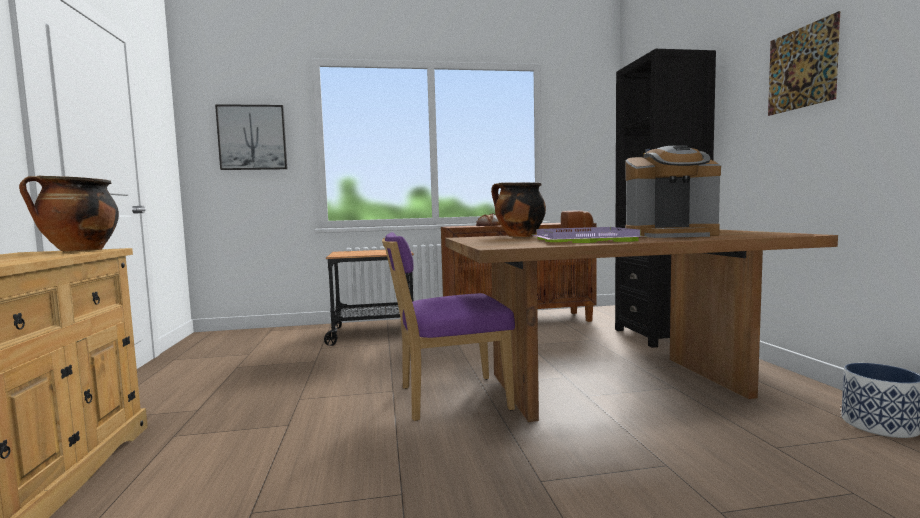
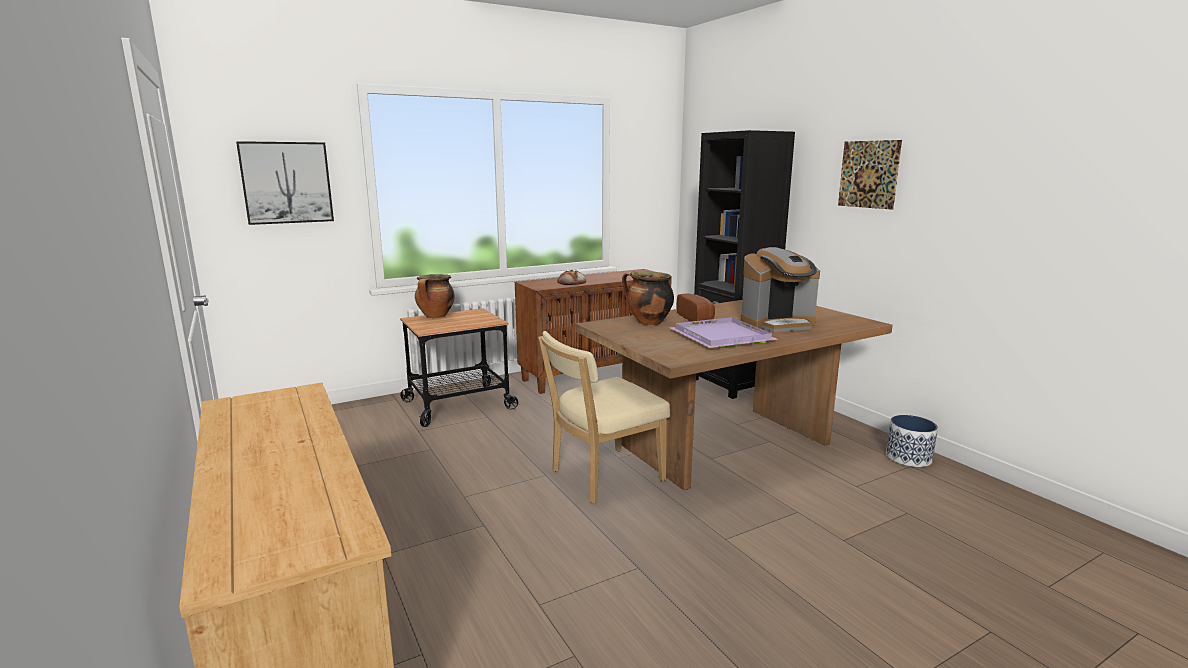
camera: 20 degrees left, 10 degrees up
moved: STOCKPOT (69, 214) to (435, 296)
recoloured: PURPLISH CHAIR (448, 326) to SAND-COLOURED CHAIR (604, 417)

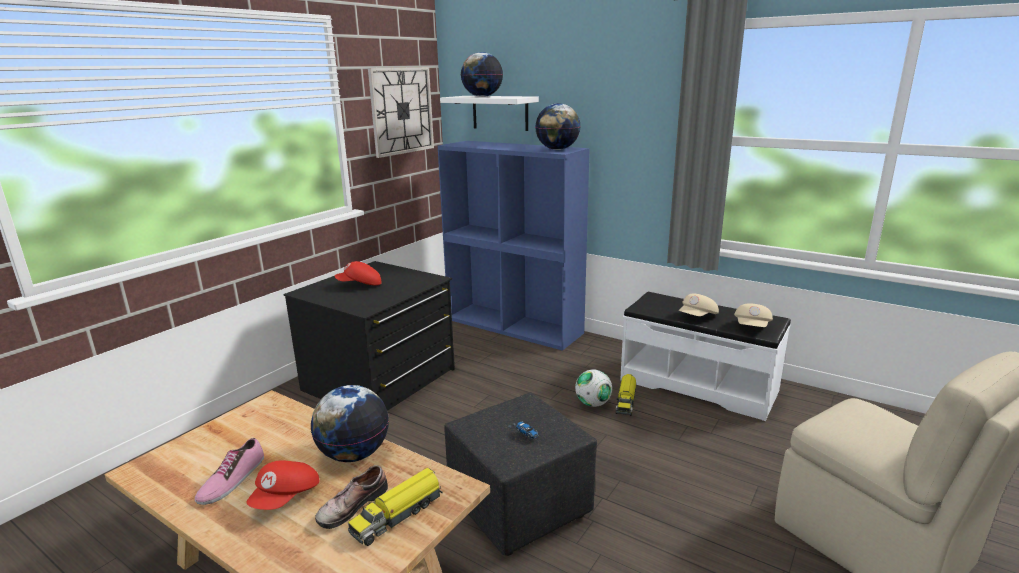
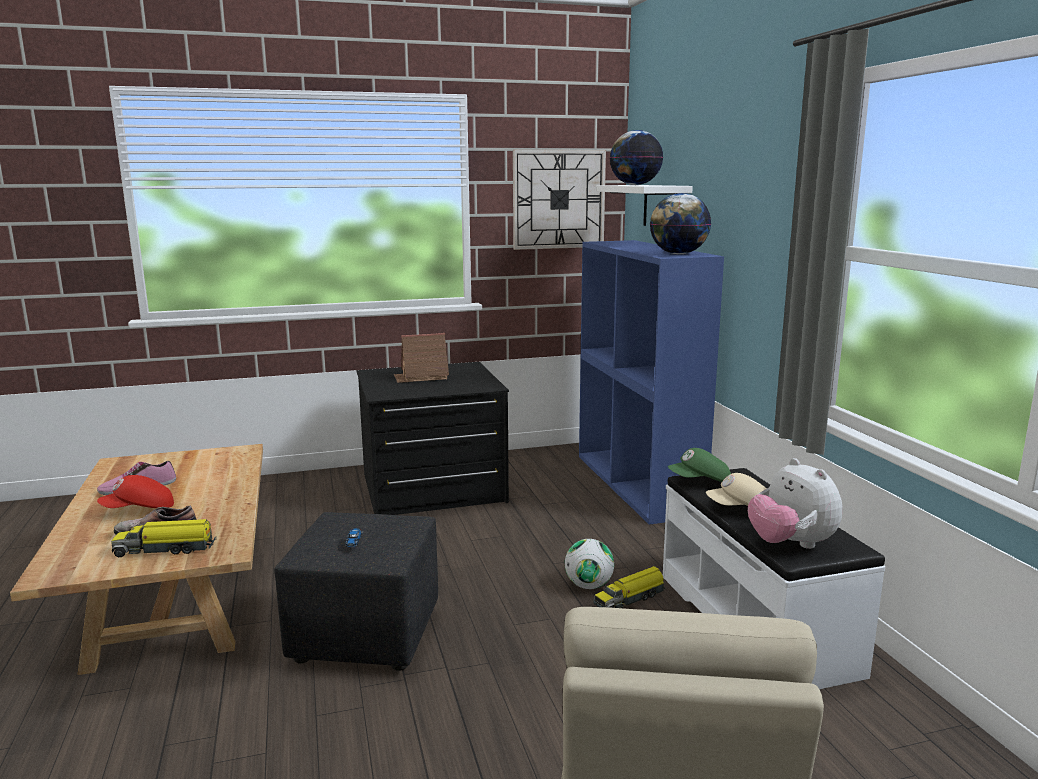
camera: 40 degrees right, 5 degrees down
removed: GLOBE (350, 423)
added: GREEN-COLOURED BASEBALL CAP (699, 465)
replaced: RED-COLOURED BASEBALL CAP (358, 273) to TOY HOUSE (421, 358); SAND-COLOURED BASEBALL CAP (753, 315) to PLUSH TOY (795, 503)

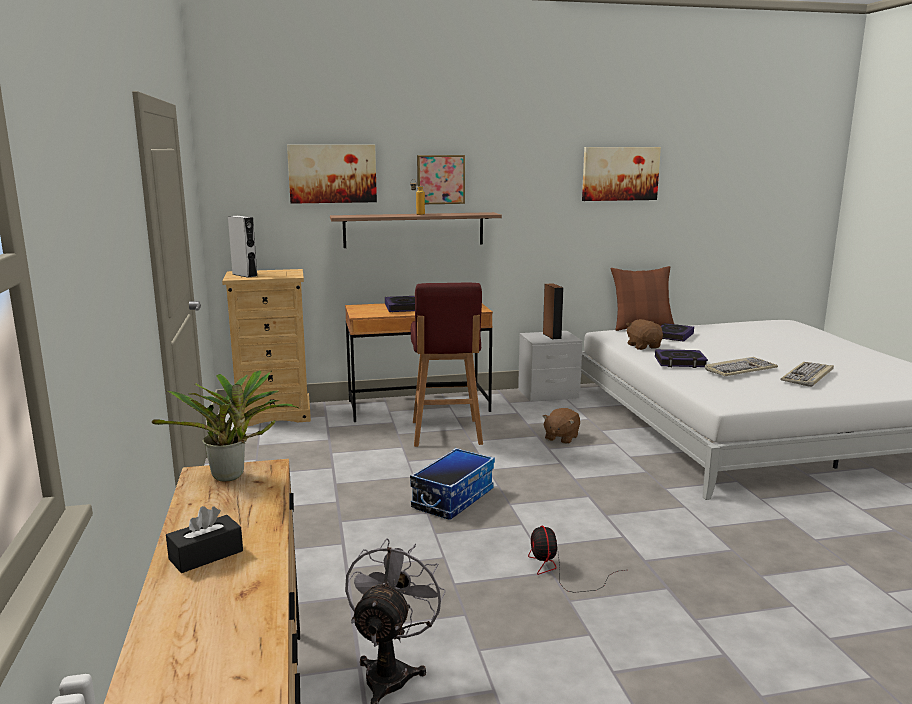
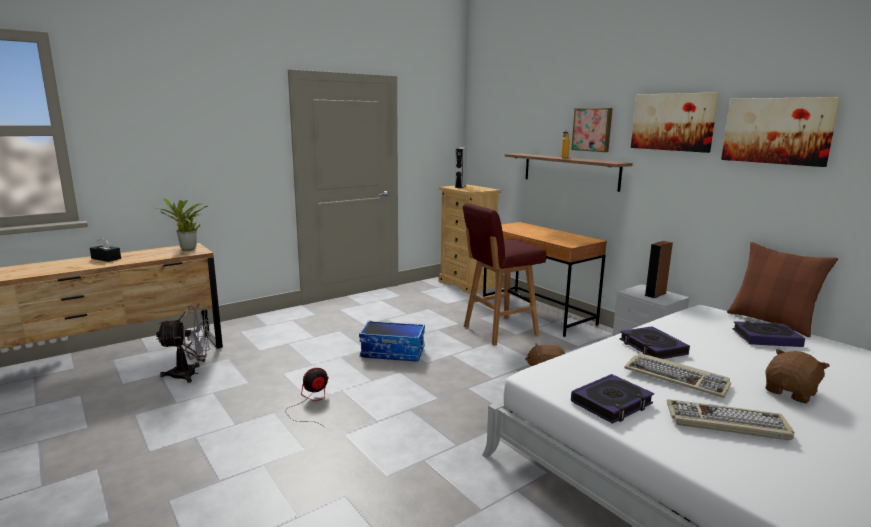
camera: 65 degrees right, 0 degrees up
moved: PICTURE (332, 174) to (675, 122); VOLUME (400, 304) to (612, 399); BROWN PLUSH TOY (644, 334) to (797, 376)

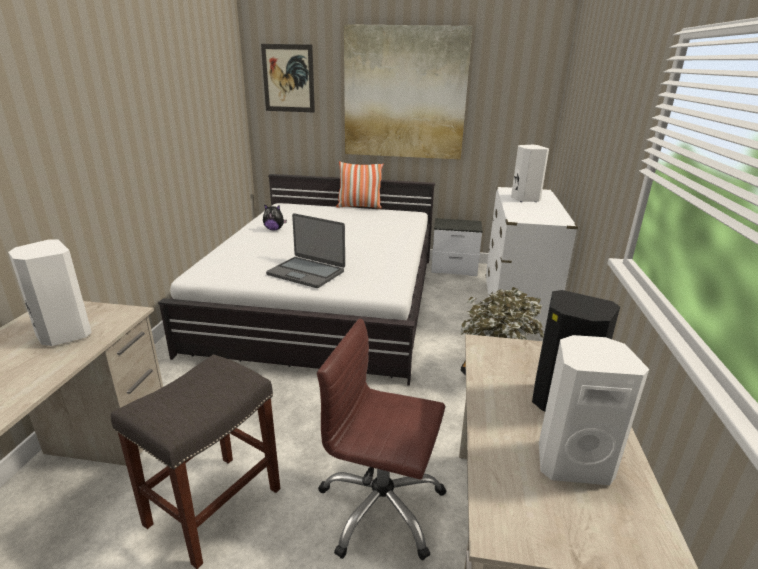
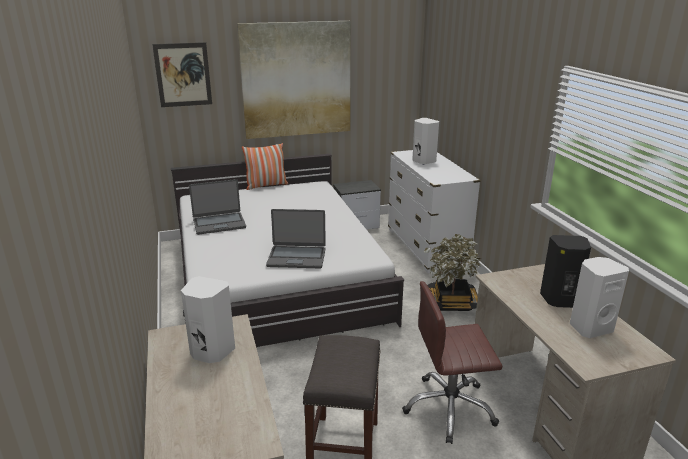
camera: 25 degrees left, 0 degrees up
replaced: PLUSH TOY (275, 217) to PORTABLE COMPUTER (217, 207)

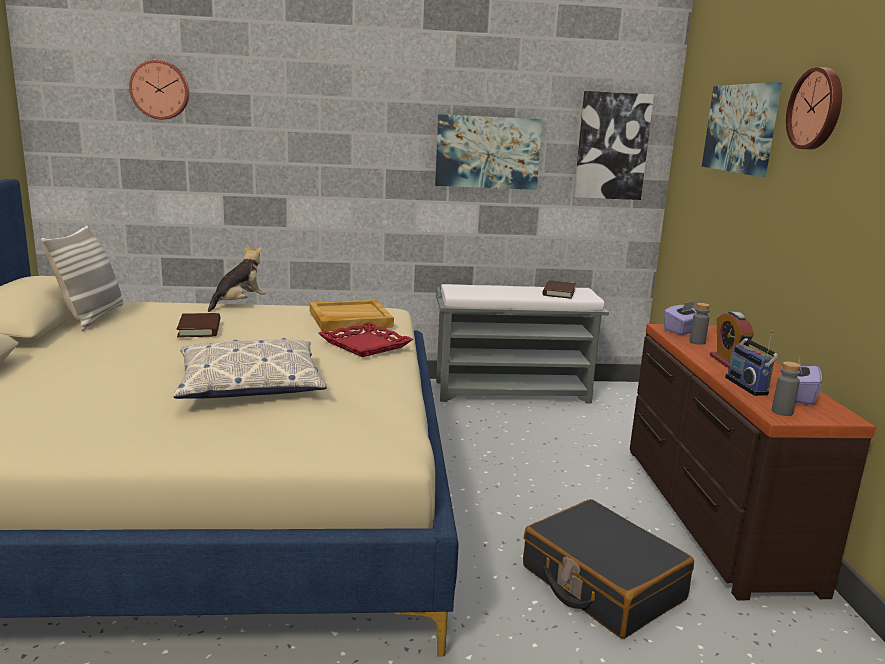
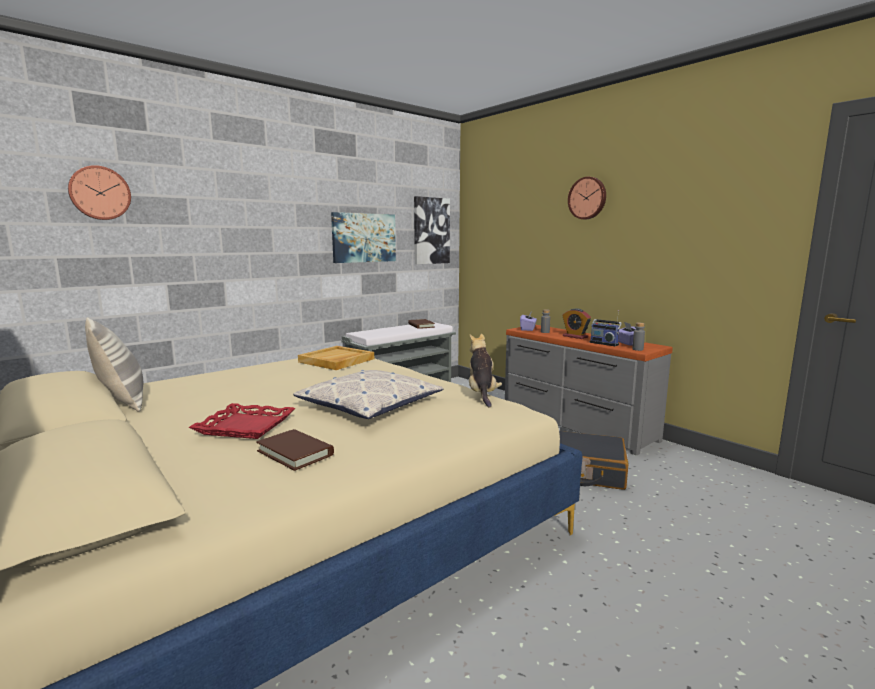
camera: 35 degrees left, 5 degrees down
removed: PICTURE (742, 129)
moved: BROWN VOLUME (198, 325) to (295, 450); PLUSH TOY (237, 278) to (485, 370); RED-COLOURED SERVING TRAY (366, 339) to (242, 421)
recoloured: BROWN DRESSER (753, 462) to GREYISH DRESSER (589, 390)

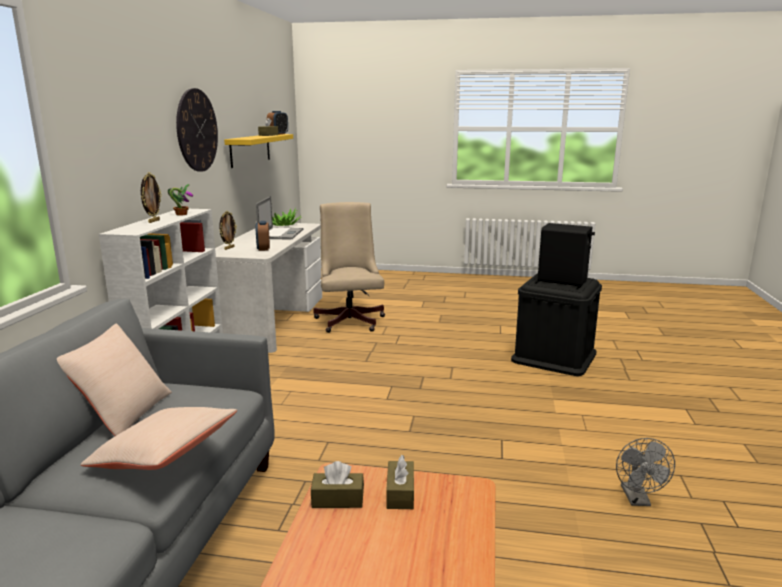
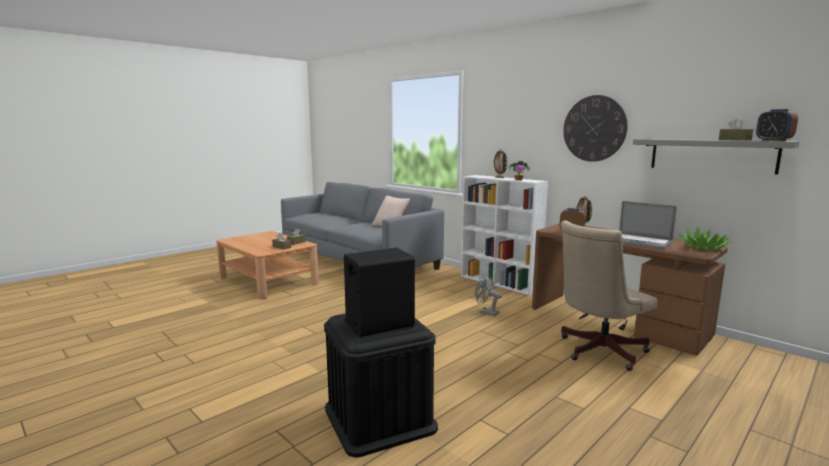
camera: 125 degrees right, 5 degrees down
removed: SAND-COLOURED PILLOW (158, 438)
moved: GREYISH ELECTRIC FAN (645, 472) to (488, 296)
recoloured: WHITE DESK TABLE (268, 288) to BROWN DESK TABLE (630, 289); YELLOW-COLOURED SHELF (258, 151) to GREYISH SHELF (716, 156)
turned: SAND-COLOURED COMPUTER CHAIR (349, 267) = (609, 295) 120 degrees clockwise

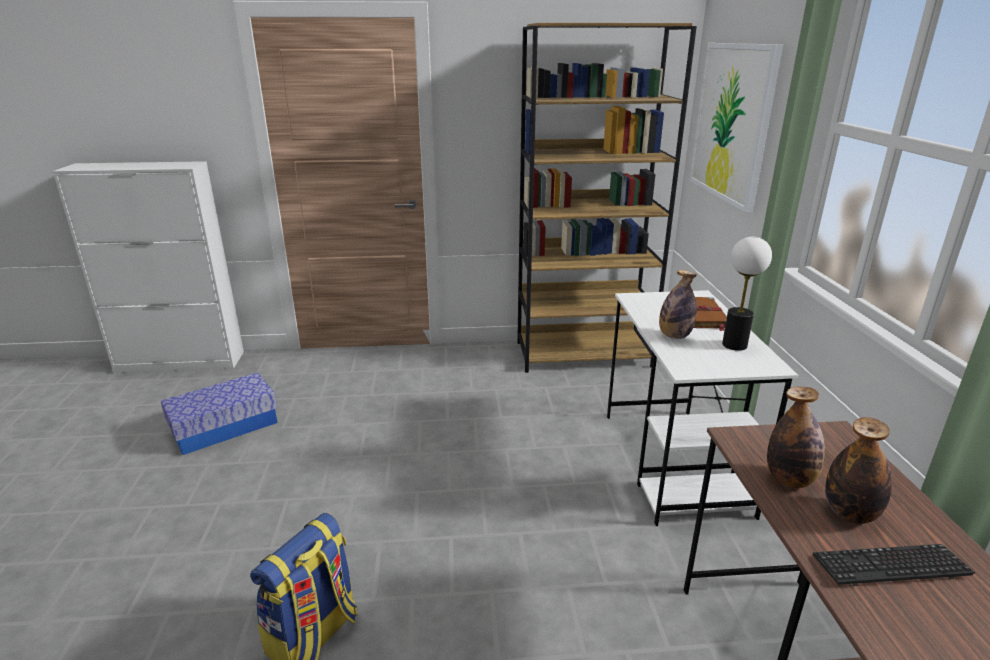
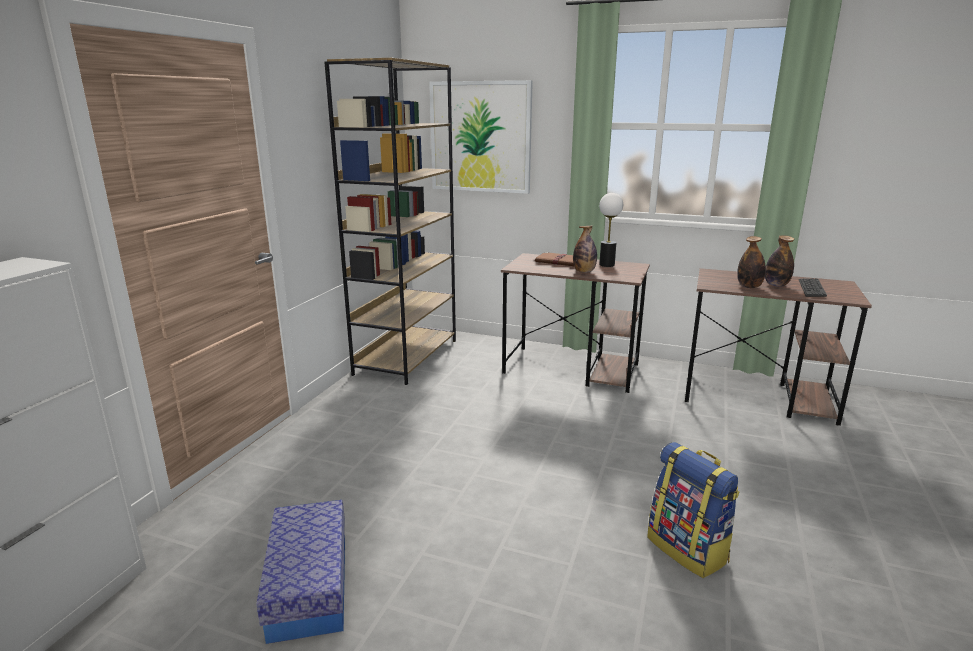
camera: 65 degrees left, 5 degrees down
recoloured: WHITE DESK TABLE (702, 408) to BROWN DESK TABLE (575, 323)

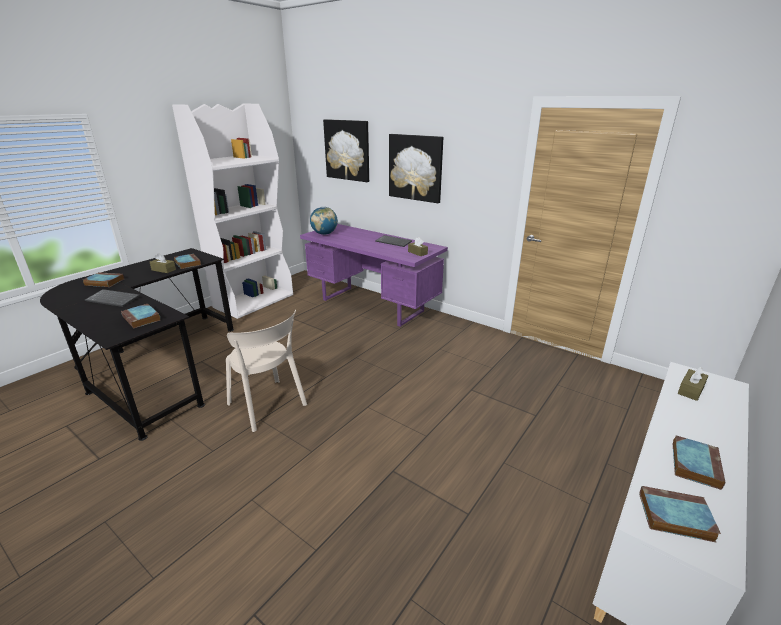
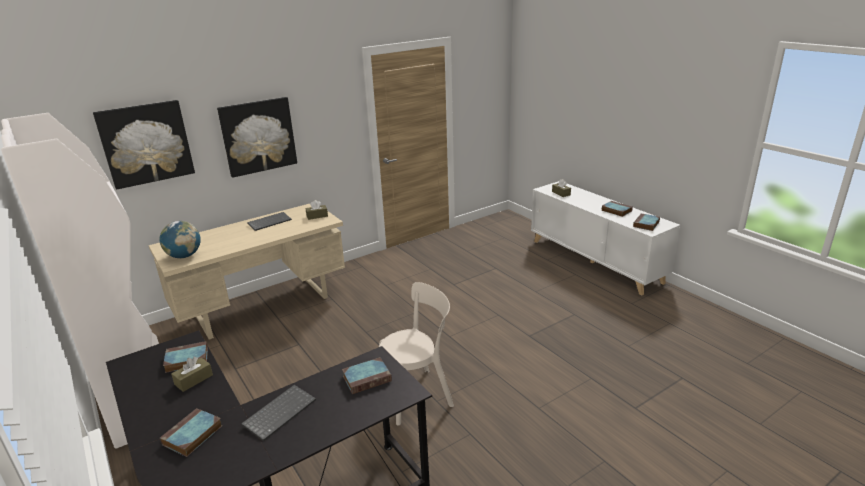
camera: 70 degrees left, 0 degrees up
recoloured: PURPLISH DESK TABLE (374, 275) to SAND-COLOURED DESK TABLE (247, 272)

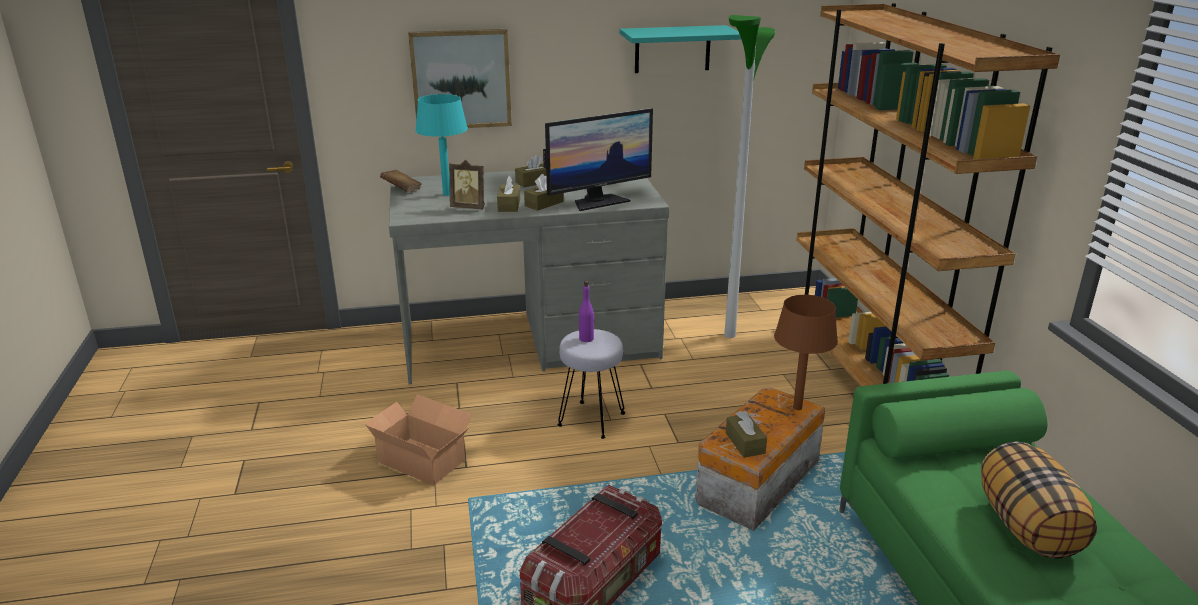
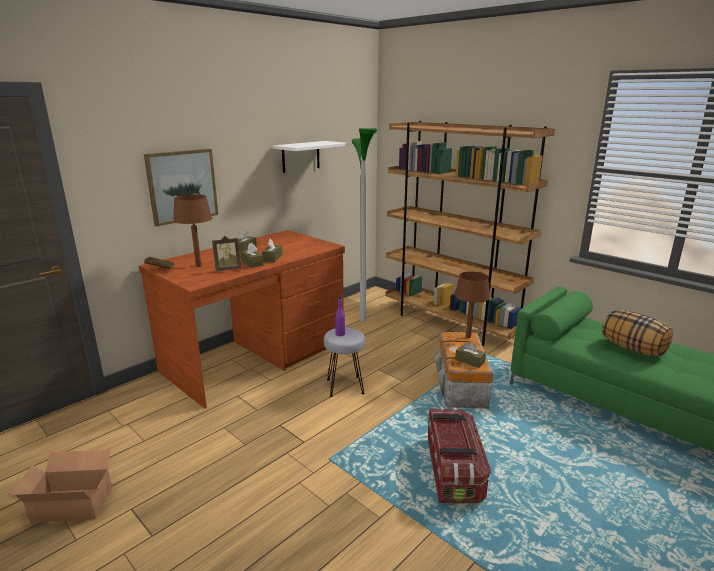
camera: 35 degrees left, 5 degrees down
removed: MONITOR (598, 159)
moved: PACKING BOX (418, 439) to (61, 486)
recoloured: GREYISH DESK TABLE (529, 277) to BROWN DESK TABLE (242, 319); BLUE-GREEN LAMP FOR A TABLE (441, 145) to BROWN LAMP FOR A TABLE (192, 230); BLUE-GREEN SHELF (680, 49) to WHITE SHELF (310, 157)

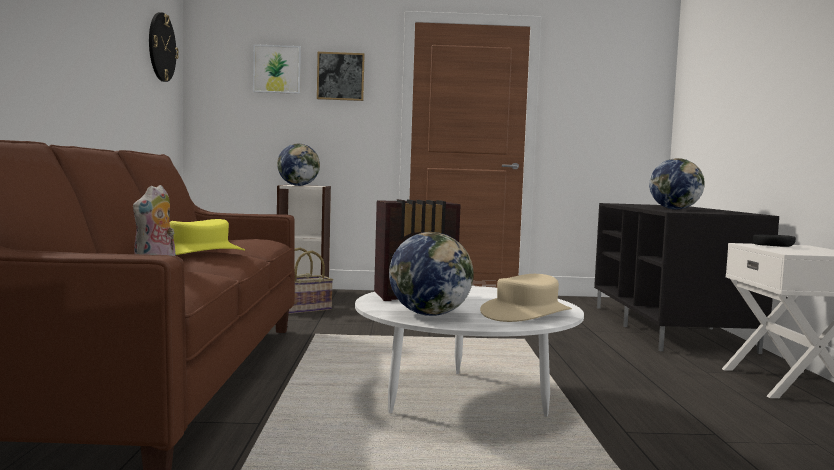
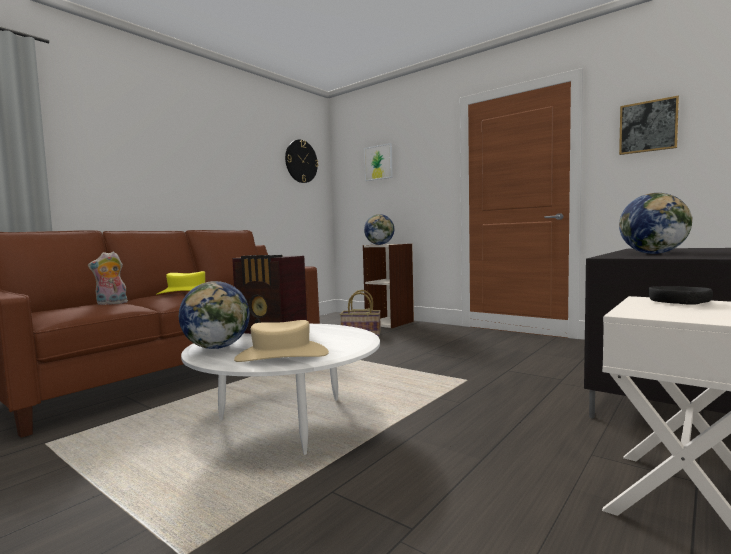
camera: 40 degrees right, 0 degrees up
moved: PICTURE (341, 76) to (649, 125)

